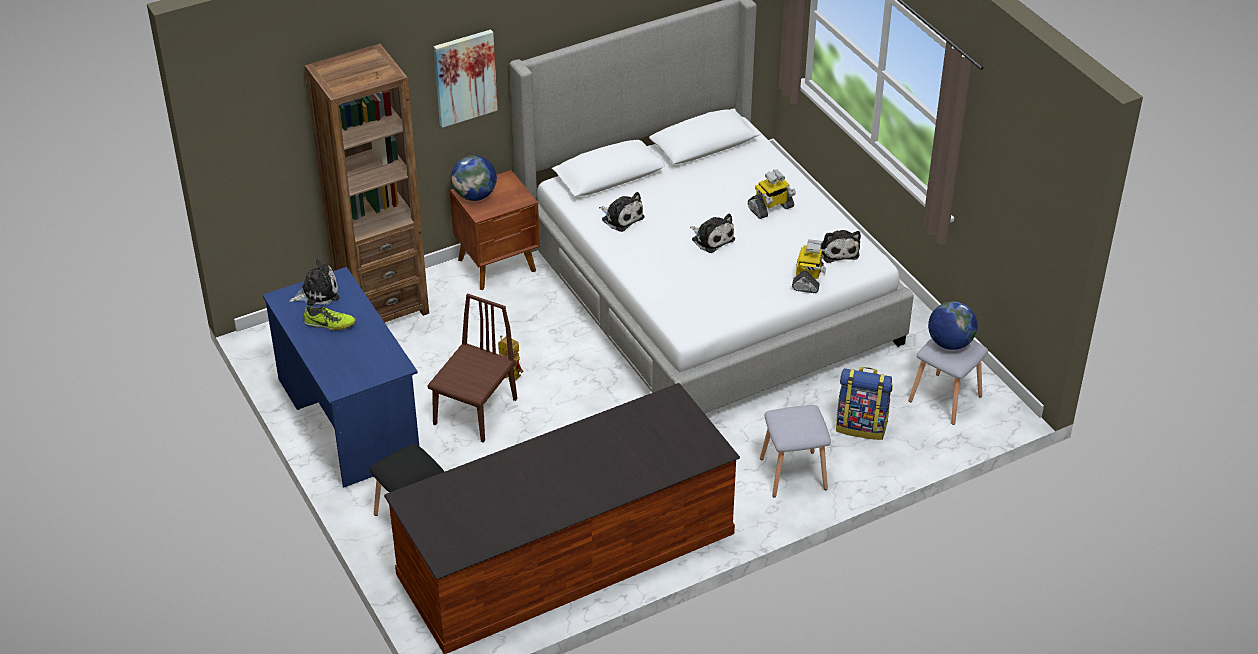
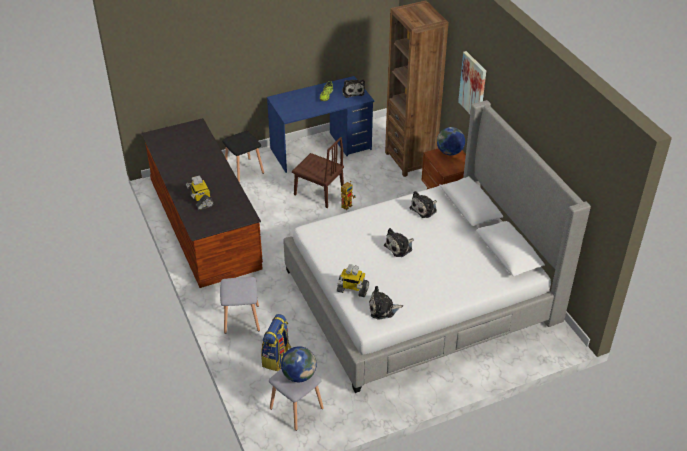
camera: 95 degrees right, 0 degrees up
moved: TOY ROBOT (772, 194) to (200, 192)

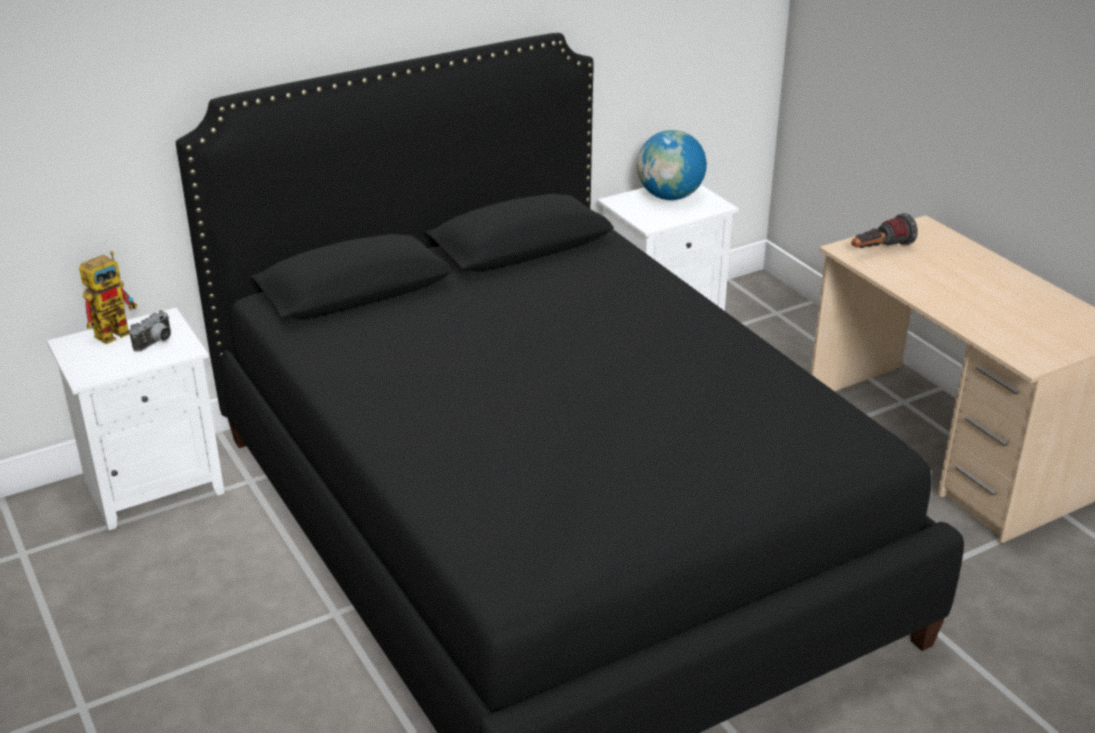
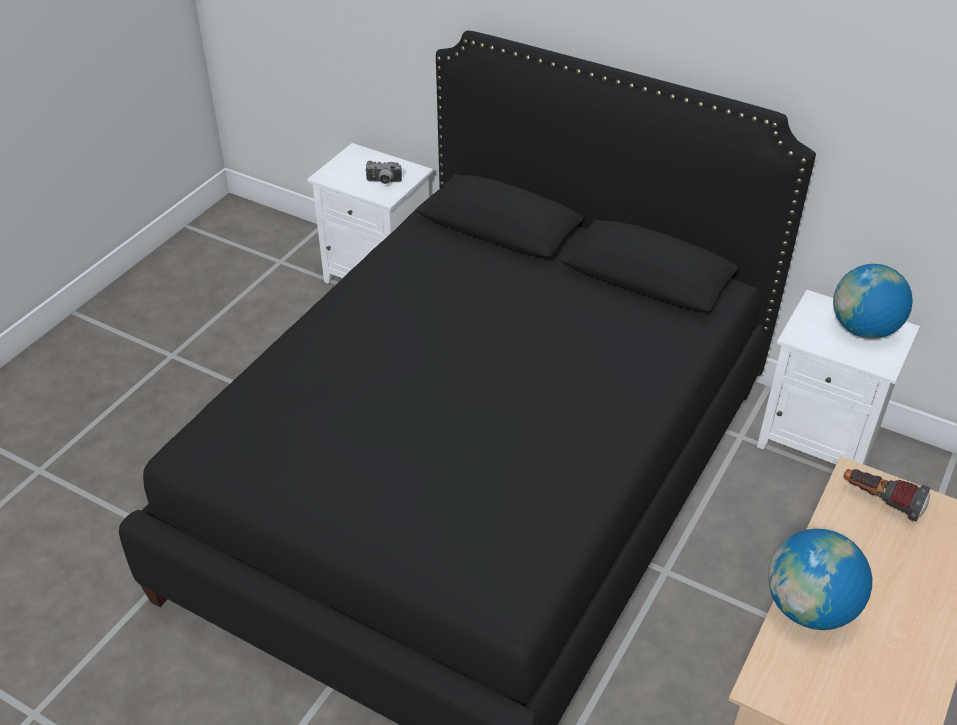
camera: 60 degrees right, 10 degrees up
removed: TOY ROBOT (108, 297)
added: GLOBE (820, 579)

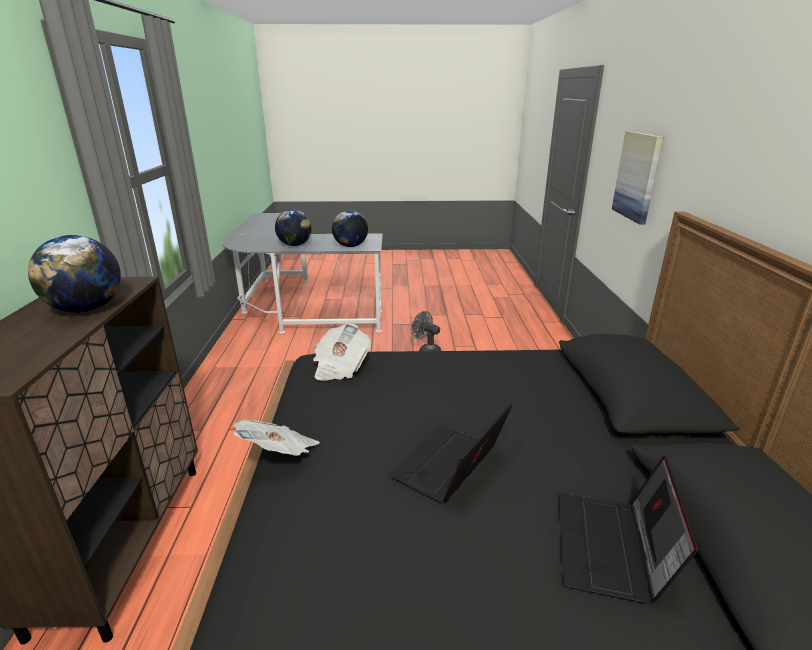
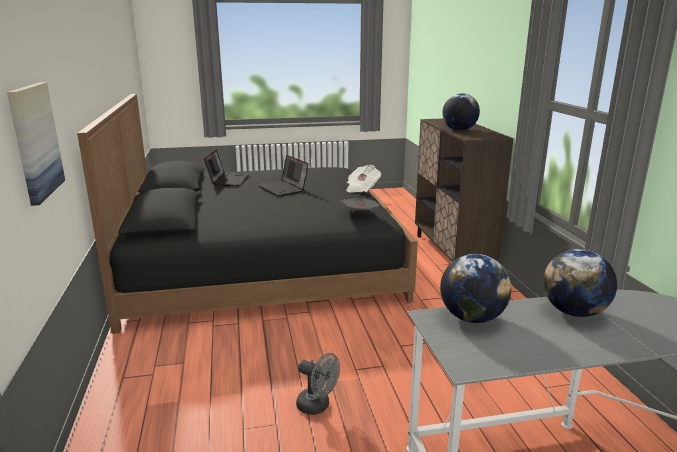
camera: 170 degrees right, 5 degrees down
turned: PORTABLE COMPUTER (450, 453) = (283, 175) 120 degrees clockwise

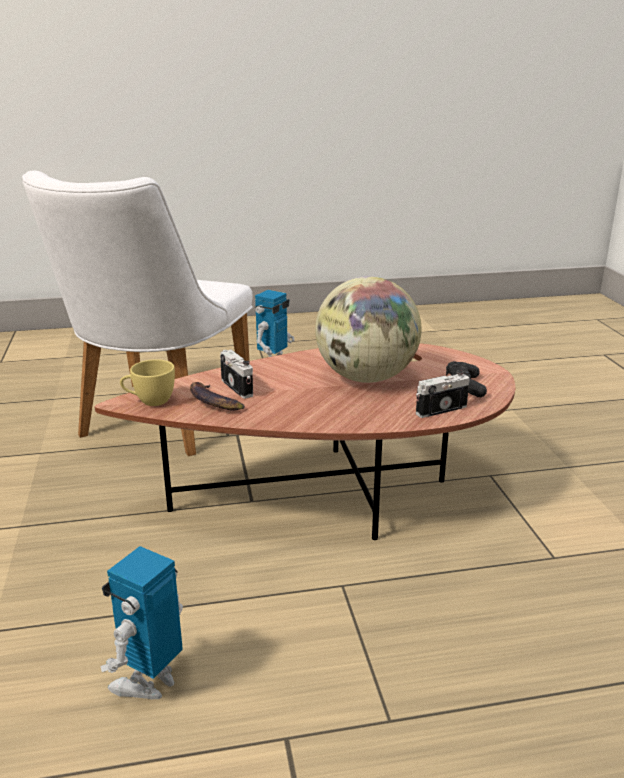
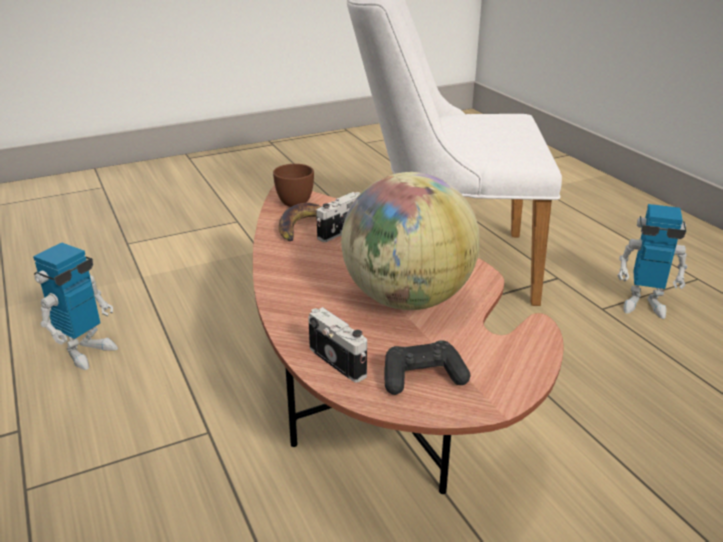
camera: 75 degrees right, 5 degrees up
recoloured: YELLOW-COLOURED SMALL CUP (147, 382) to BROWN SMALL CUP (293, 185)
turned: TOY ROBOT (141, 622) = (75, 306) 105 degrees clockwise

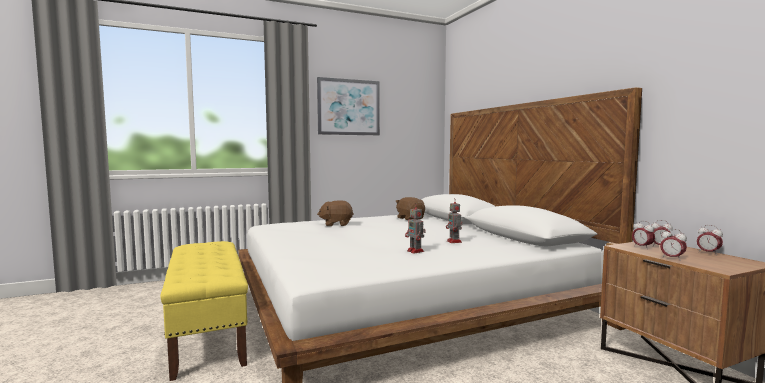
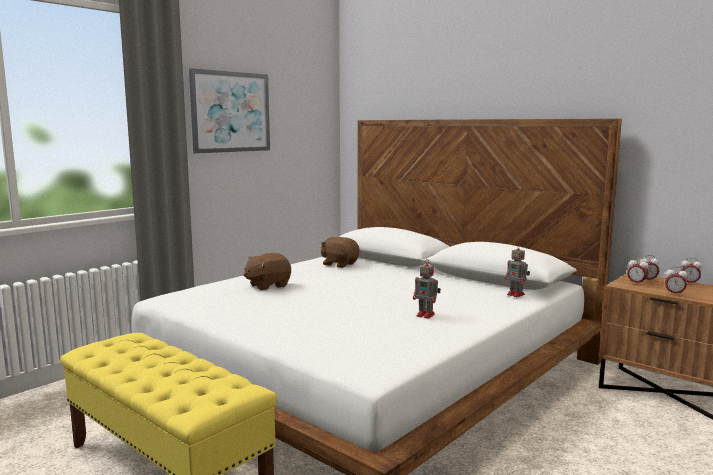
camera: 25 degrees left, 5 degrees up
moved: TOY ROBOT (454, 221) to (517, 271)

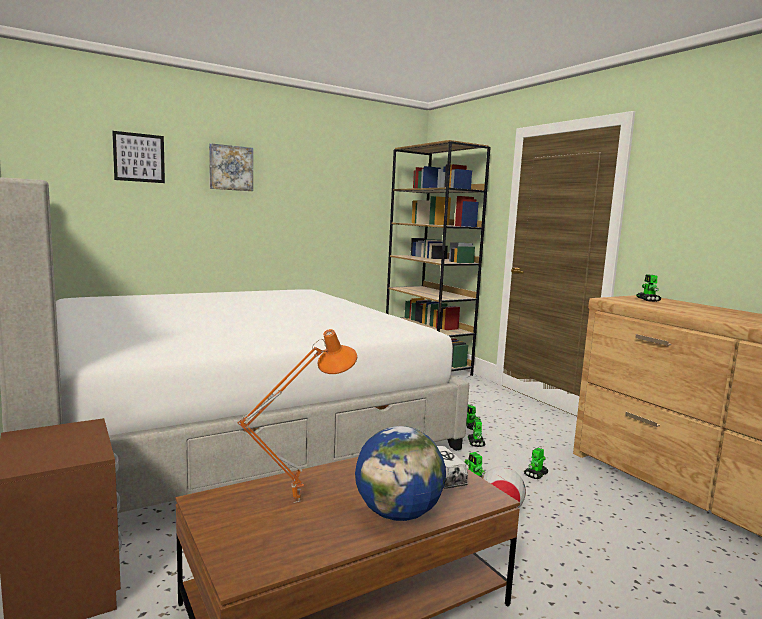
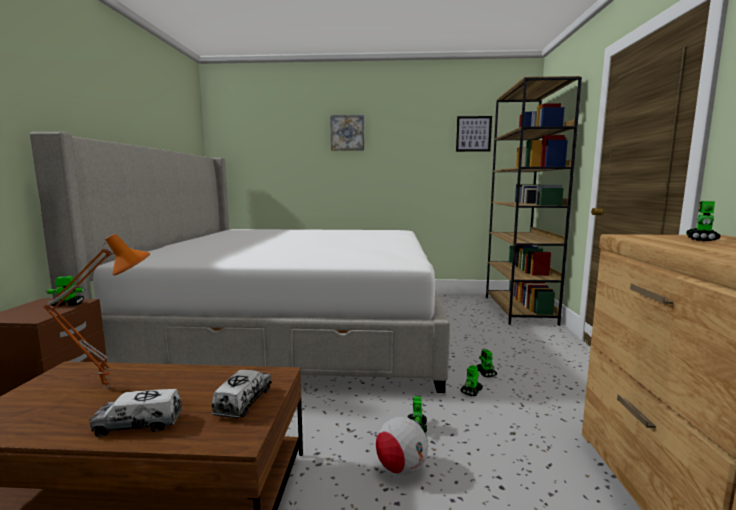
camera: 35 degrees right, 0 degrees up
moved: PICTURE (138, 157) to (474, 134); TOY ROBOT (536, 463) to (66, 291)
replaced: GLOBE (400, 473) to TOY LORRY (136, 413)

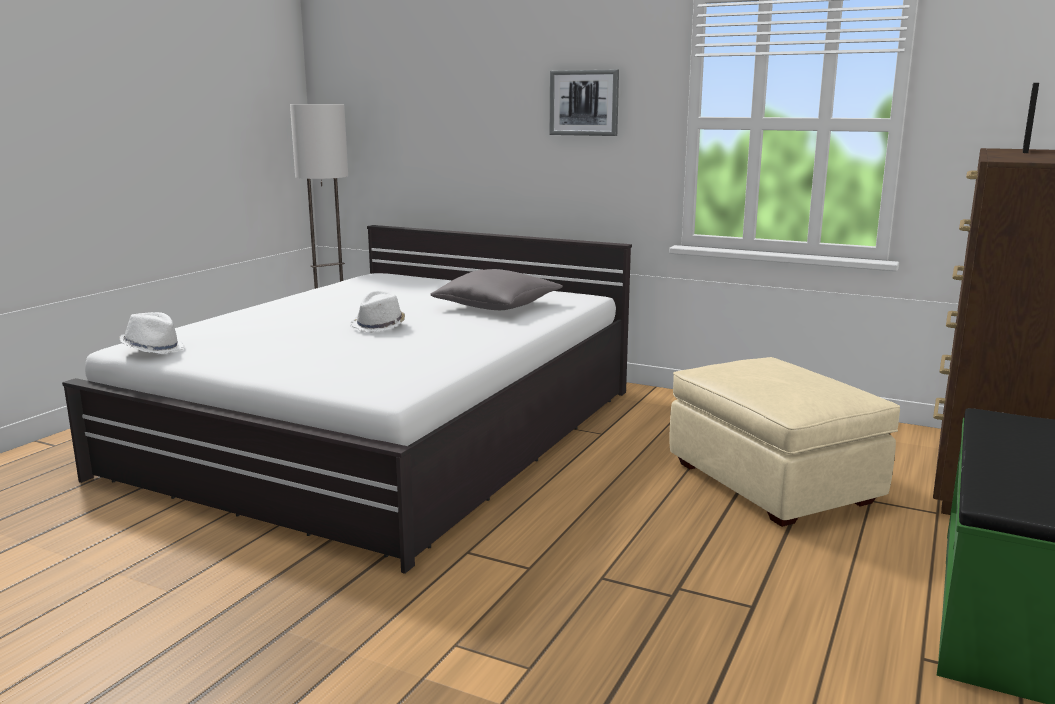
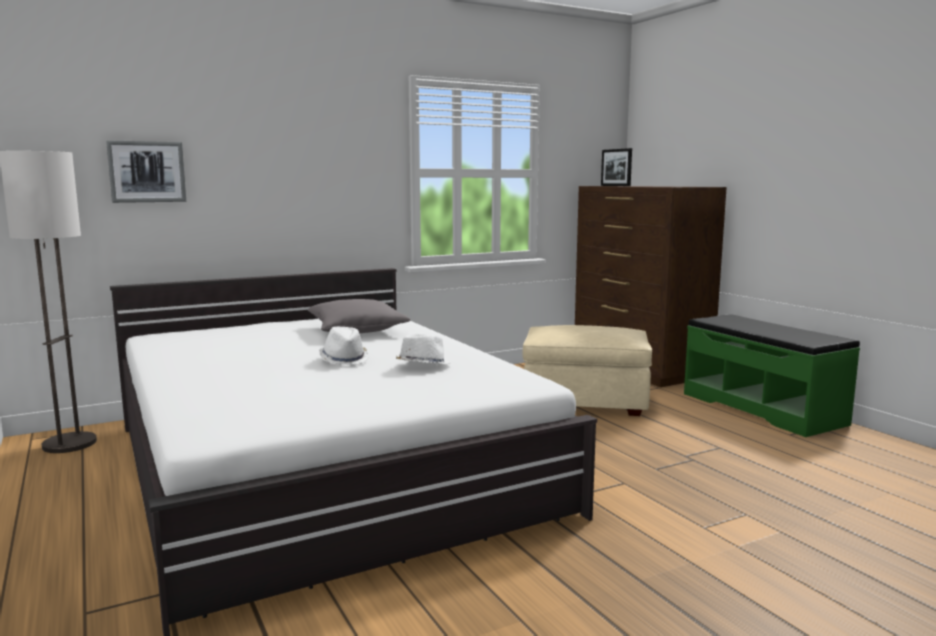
camera: 55 degrees left, 5 degrees down
moved: WHITE WEARABLE HAT (152, 333) to (423, 348); PICTURE (584, 102) to (146, 171)

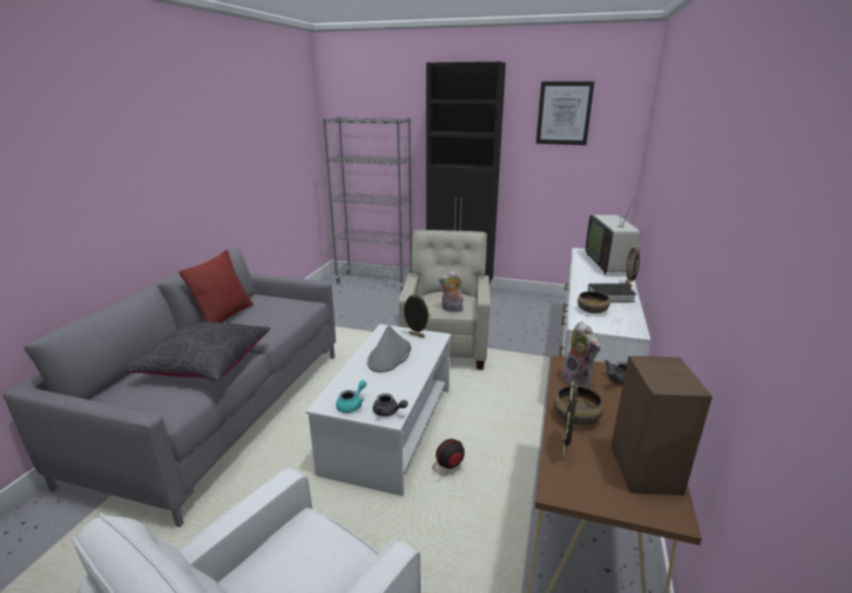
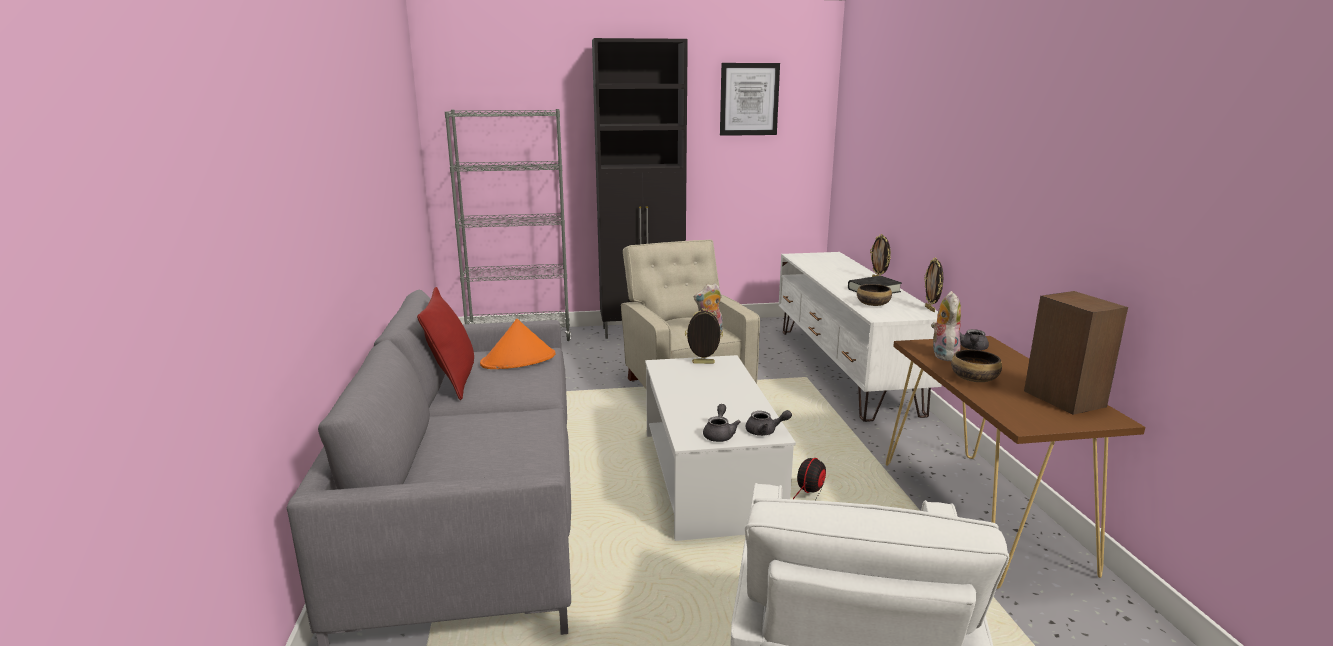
camera: 25 degrees left, 5 degrees down
removed: BLACK-COLOURED PILLOW (197, 351); GREYISH WEARABLE HAT (389, 348); TELEVISION (612, 234)
added: ORANGEY WEARABLE HAT (518, 344)
moved: PICTURE FRAME (570, 420) to (933, 285)
recoloured: BLUE-GREEN TEAPOT (351, 396) to GREYISH TEAPOT (722, 423)
turned: PLUSH TOY (581, 355) = (946, 326) 120 degrees counterclockwise

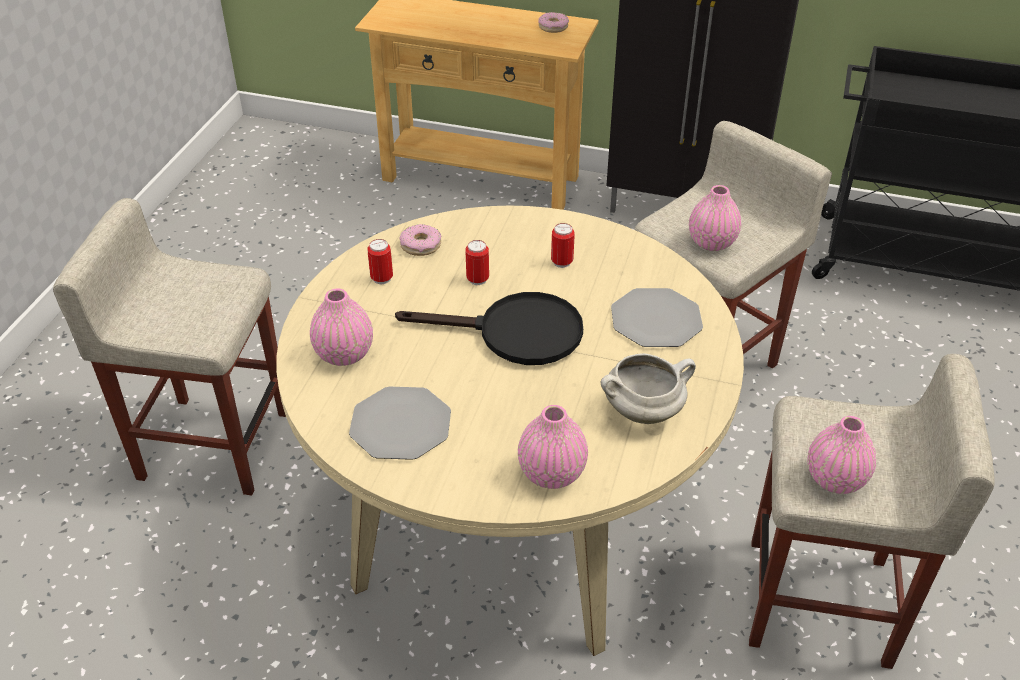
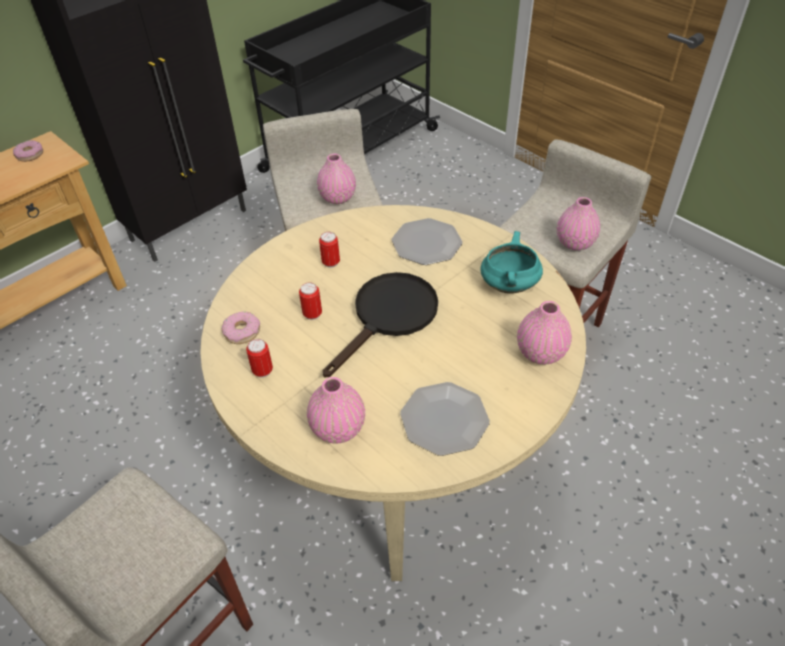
camera: 60 degrees left, 5 degrees up
recoloured: WHITE STOCKPOT (648, 388) to BLUE-GREEN STOCKPOT (512, 262)

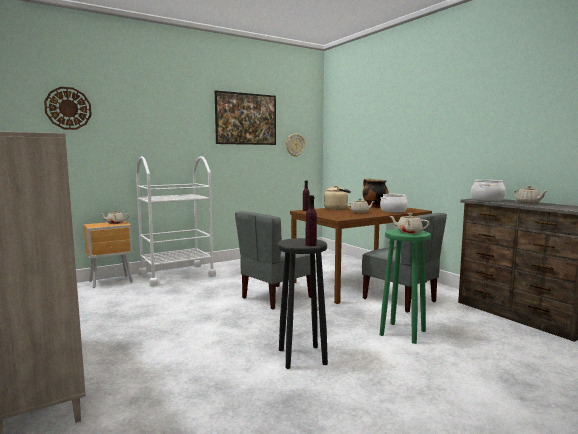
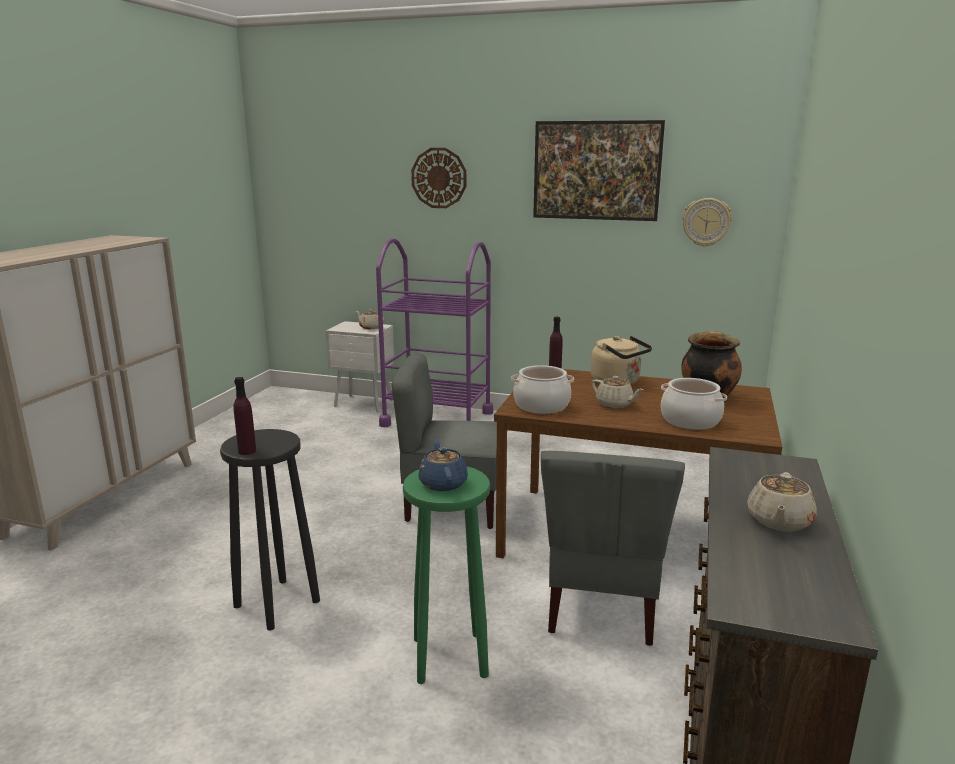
camera: 50 degrees right, 10 degrees up
moved: CLOCK ON THE WALL (68, 108) to (438, 178); STOCKPOT (488, 190) to (542, 389)
recoloured: BROWN NIGHT TABLE (108, 254) to WHITE NIGHT TABLE (360, 366); WHITE CART (176, 221) to PURPLISH CART (434, 332); SAND-COLOURED TEAPOT (409, 223) to BLUE TEAPOT (443, 465)

